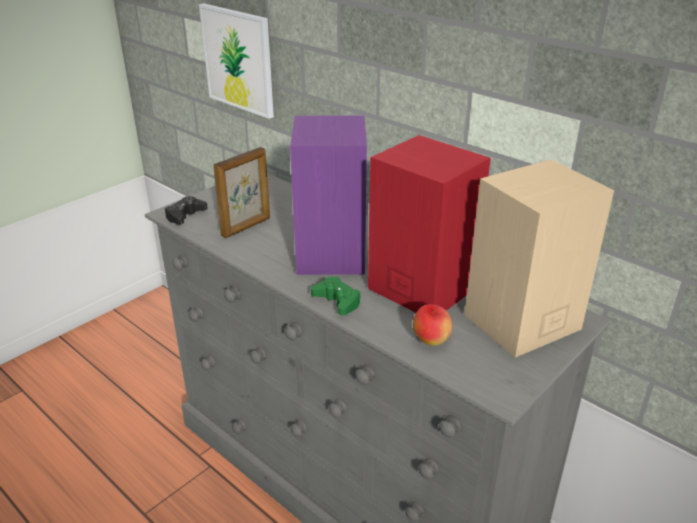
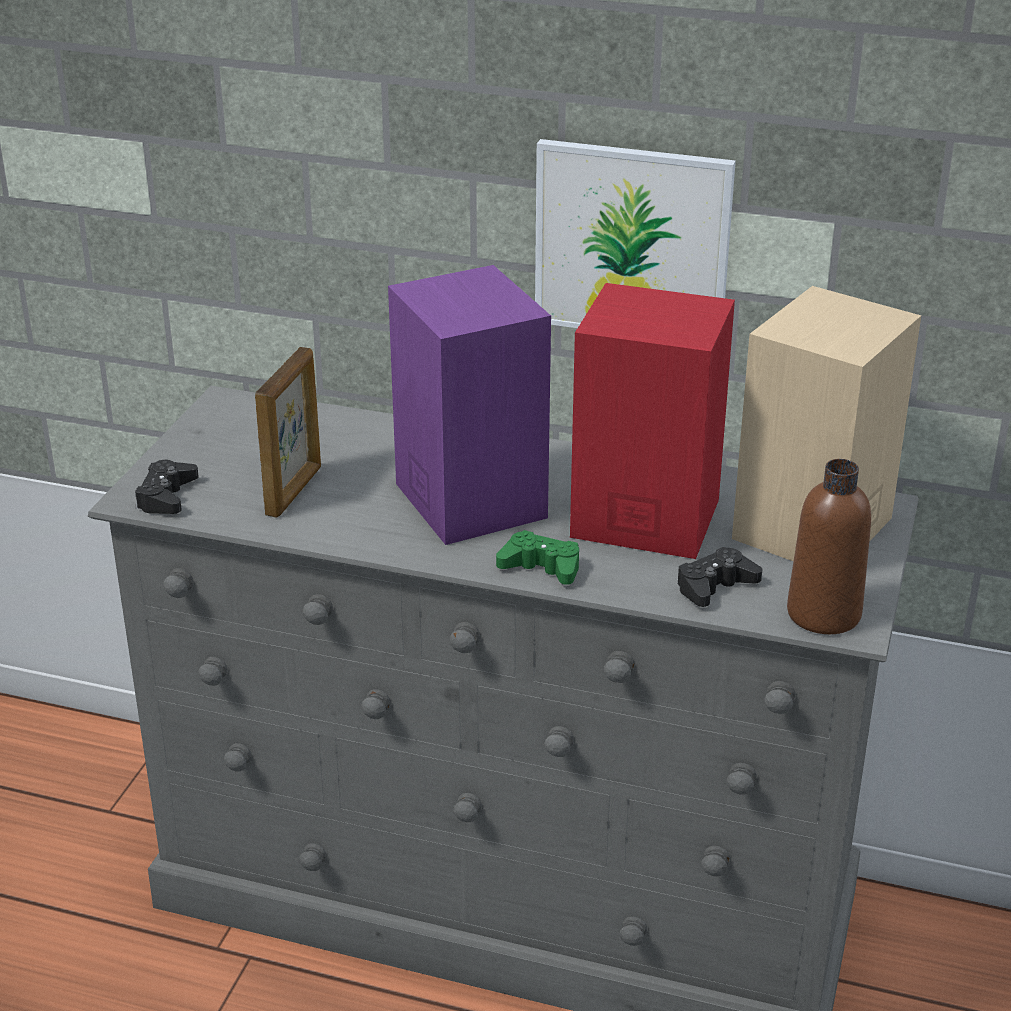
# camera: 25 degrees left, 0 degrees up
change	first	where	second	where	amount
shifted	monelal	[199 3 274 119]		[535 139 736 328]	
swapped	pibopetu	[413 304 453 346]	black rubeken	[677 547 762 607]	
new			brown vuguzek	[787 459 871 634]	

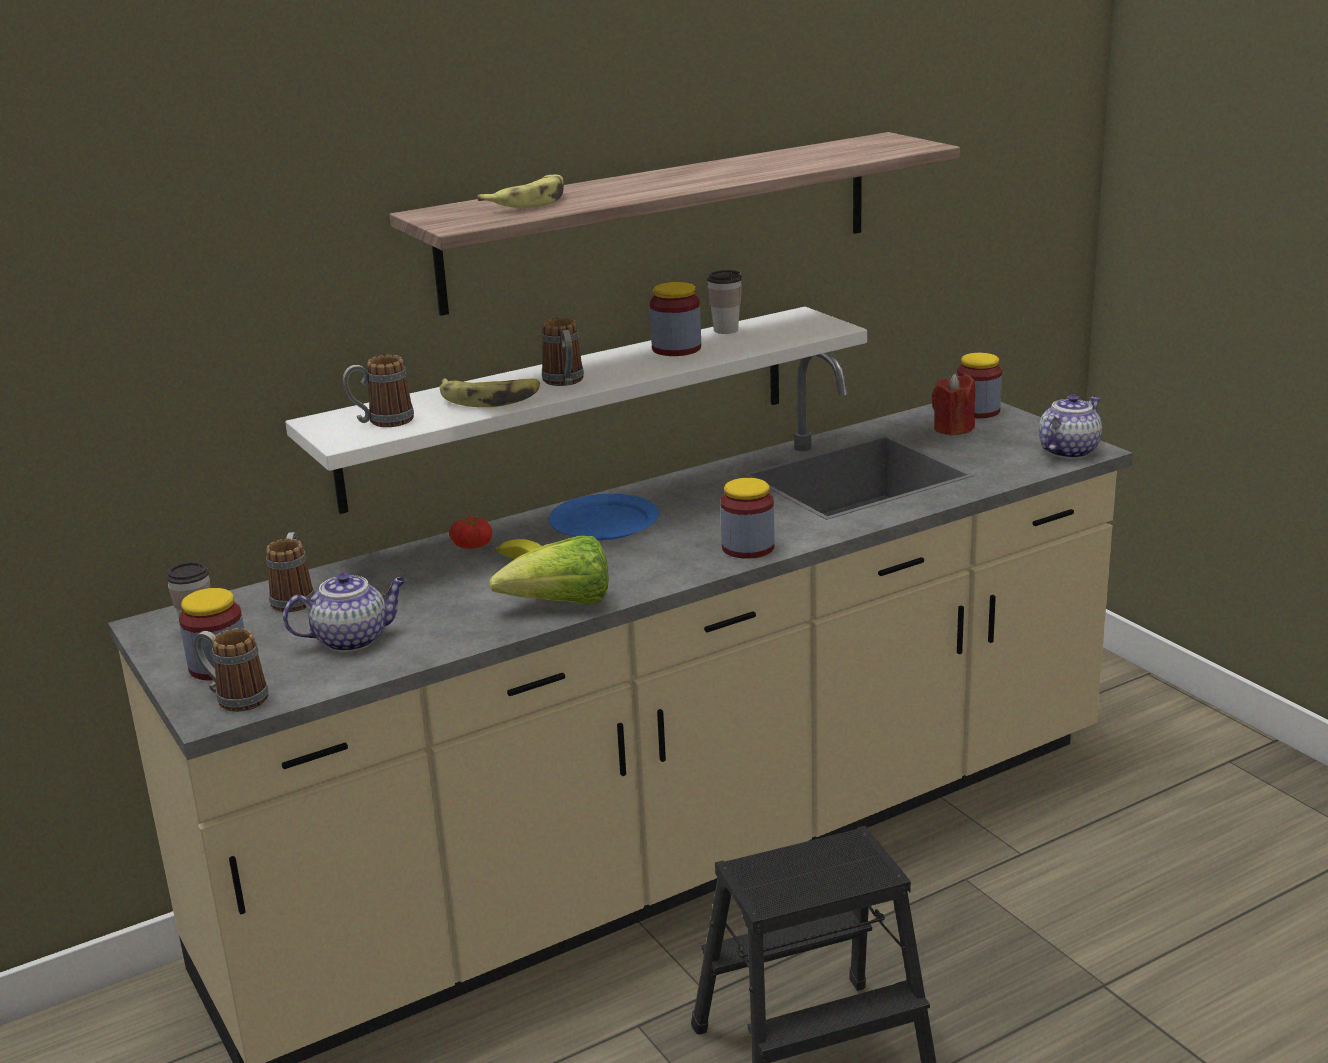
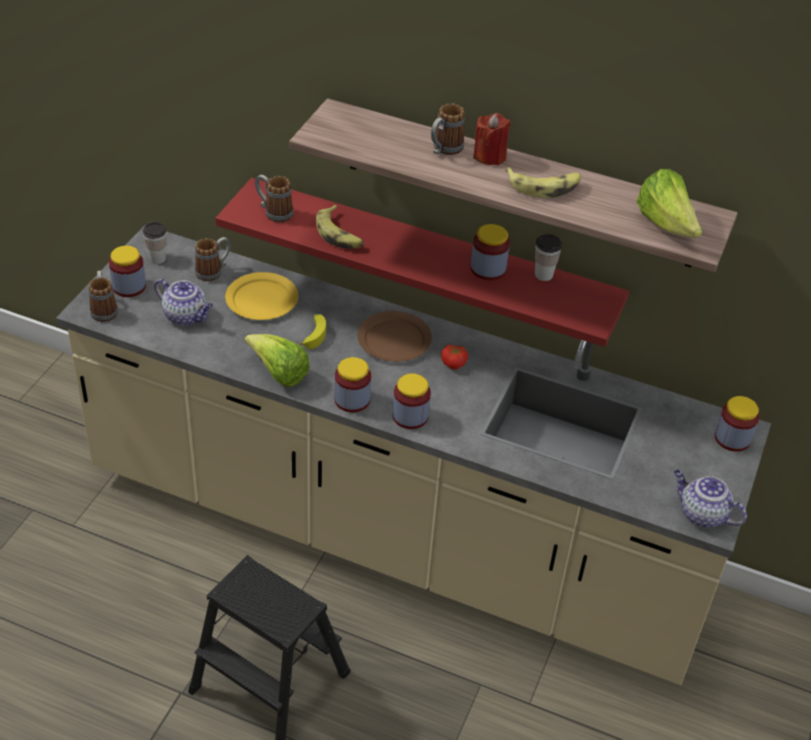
# camera: 50 degrees right, 20 degrees up
change	first	where	second	where	amount
repainted	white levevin	[285 307 867 514]	red levevin	[216 178 629 347]	
new			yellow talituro	[225 272 298 320]	
new			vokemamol	[334 357 371 412]	
repainted	blue talituro	[549 494 659 540]	brown talituro	[357 311 432 362]	
shifted	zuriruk	[542 317 584 386]		[431 103 465 155]	
shifted	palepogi	[449 516 492 549]		[441 345 468 369]	
shifted	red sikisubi	[932 374 975 435]		[473 113 511 165]	
shifted	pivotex	[477 175 564 208]		[505 167 581 198]	
new			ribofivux	[637 169 702 238]	
rotated	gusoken	[1039 394 1102 459]		[674 470 747 528]	150 degrees counterclockwise

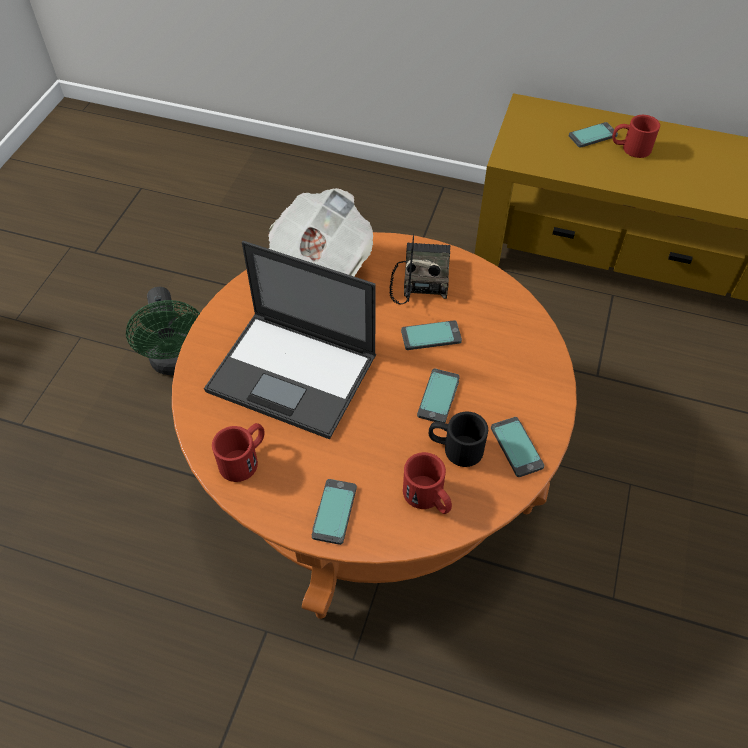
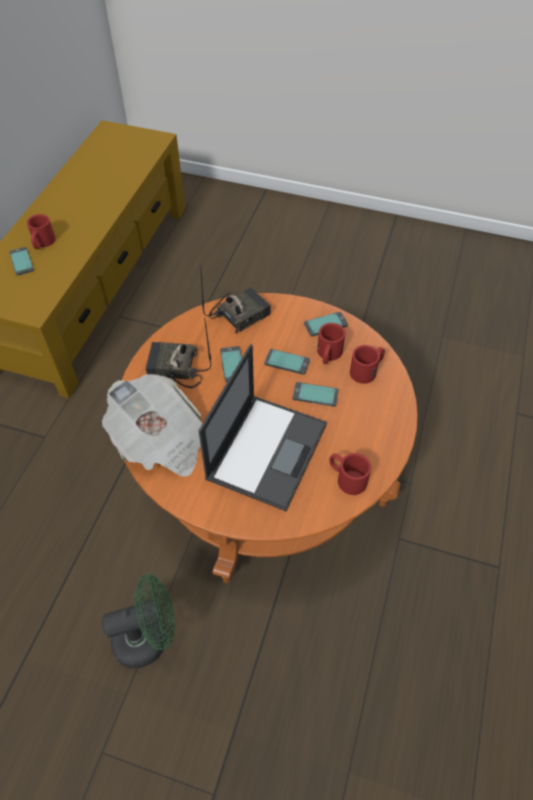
# camera: 90 degrees left, 0 degrees up
change	first	where	second	where	amount
new			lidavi	[201 269 271 334]	
shifted	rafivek	[312 479 357 545]		[292 382 339 407]	
repainted	black zuriruk	[429 411 488 467]	red zuriruk	[317 323 345 364]	

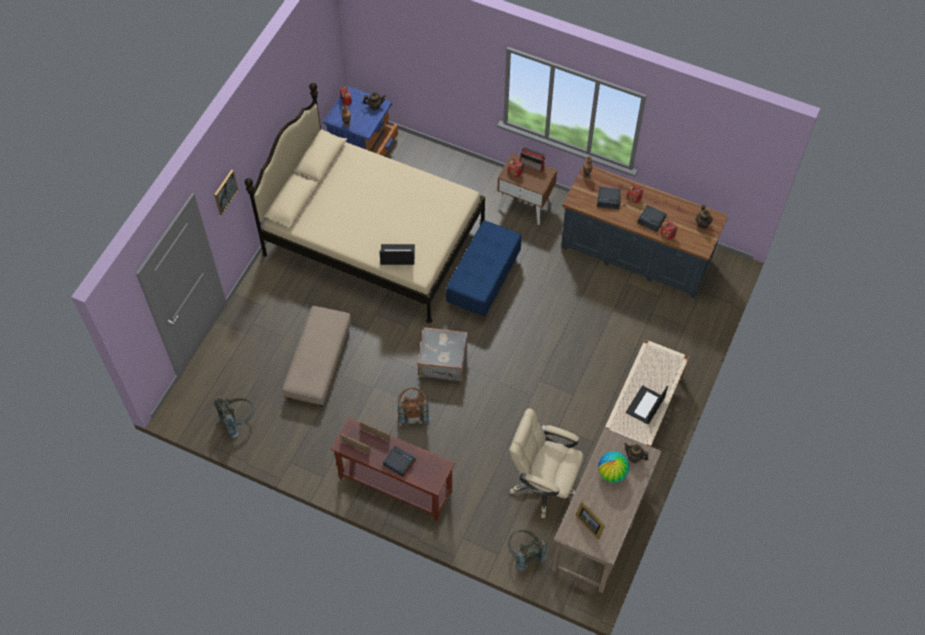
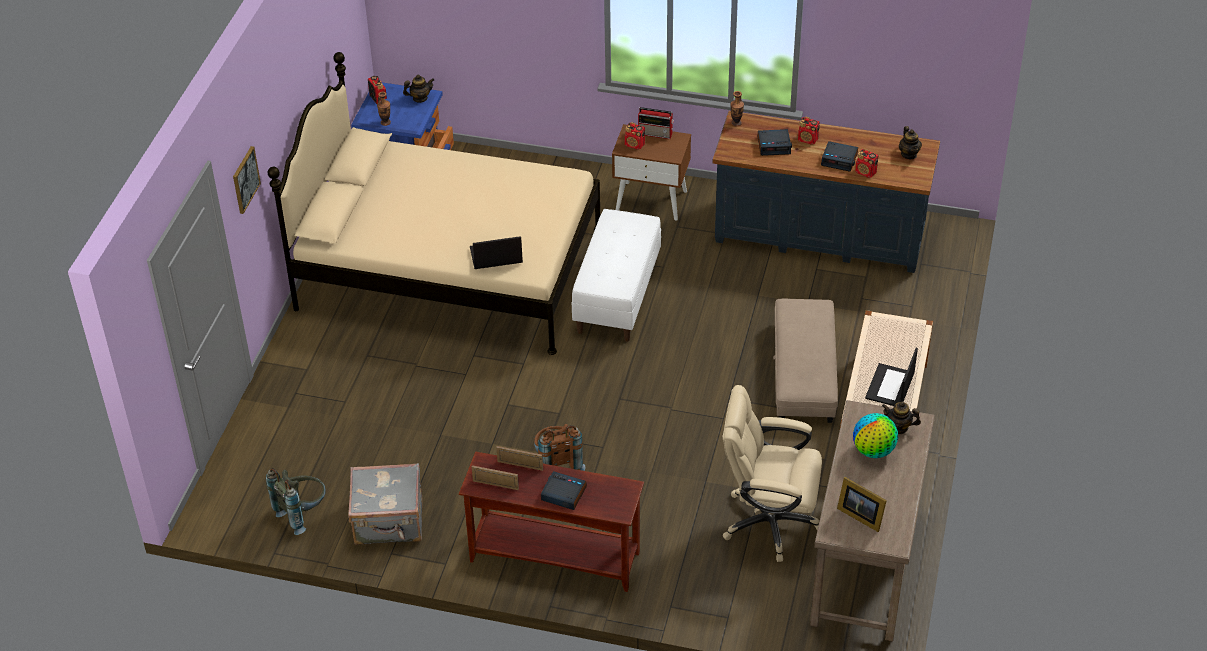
# camera: 10 degrees left, 15 degrees down
change	first	where	second	where	amount
shifted	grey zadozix	[418 327 468 382]		[348 463 422 545]	
repainted	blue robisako	[446 220 521 321]	white robisako	[571 209 661 342]	
shifted	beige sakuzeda	[283 306 351 407]		[773 299 838 423]	
gone	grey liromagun	[508 530 546 572]			

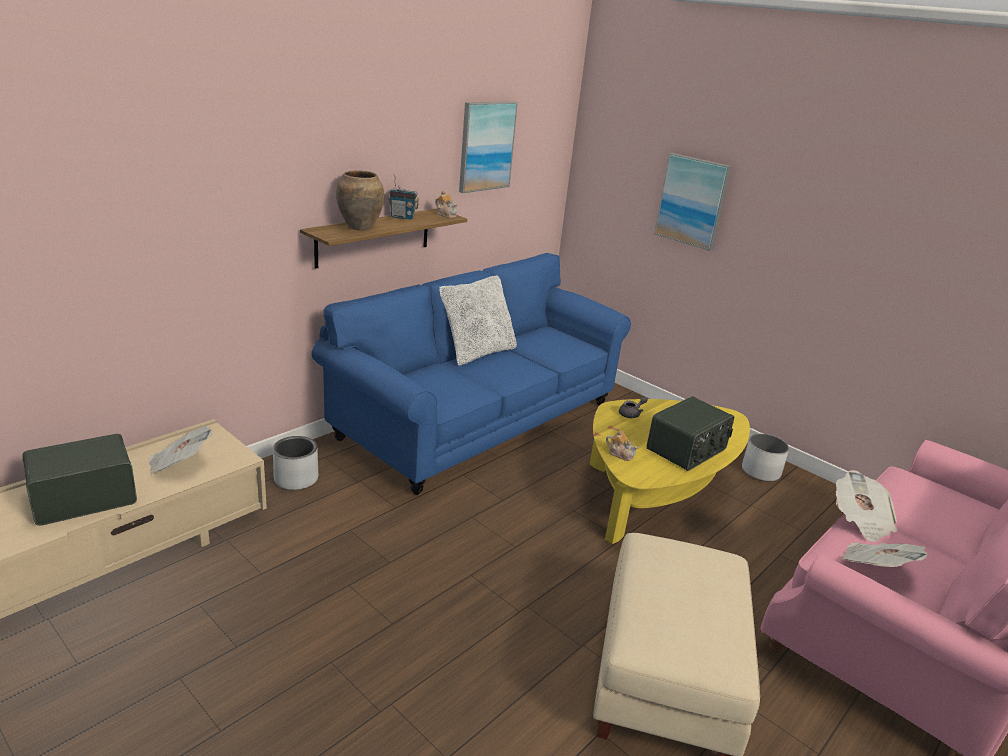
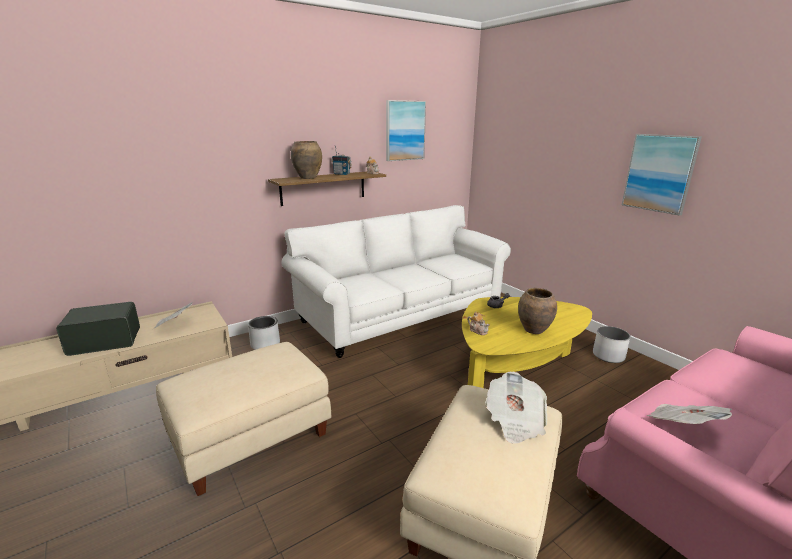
# camera: 15 degrees right, 5 degrees down
change	first	where	second	where	amount
new			beige sakuzeda	[156 342 331 496]	
repainted	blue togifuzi	[312 253 631 495]	white togifuzi	[281 205 511 358]	
shifted	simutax	[836 470 898 542]		[485 372 547 444]	
swapped	lidavi	[647 396 734 471]	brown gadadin	[518 288 557 334]	
shifted	monelal	[654 153 732 251]		[622 134 702 216]	
gone	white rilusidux	[439 276 517 366]			

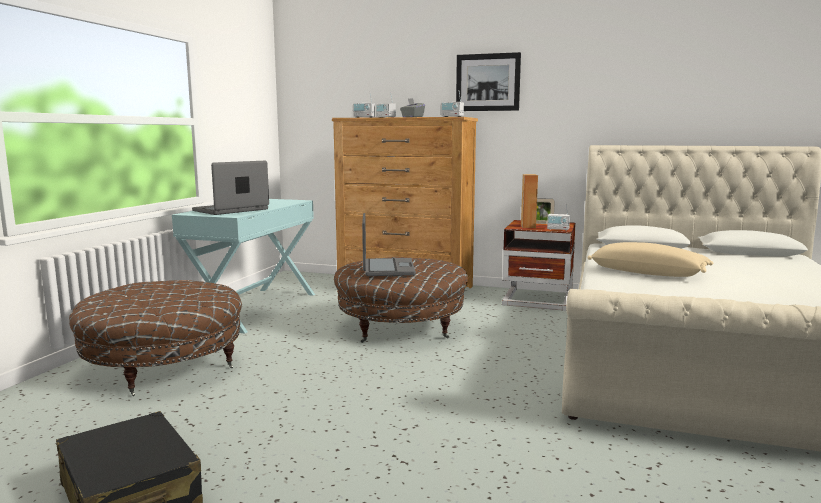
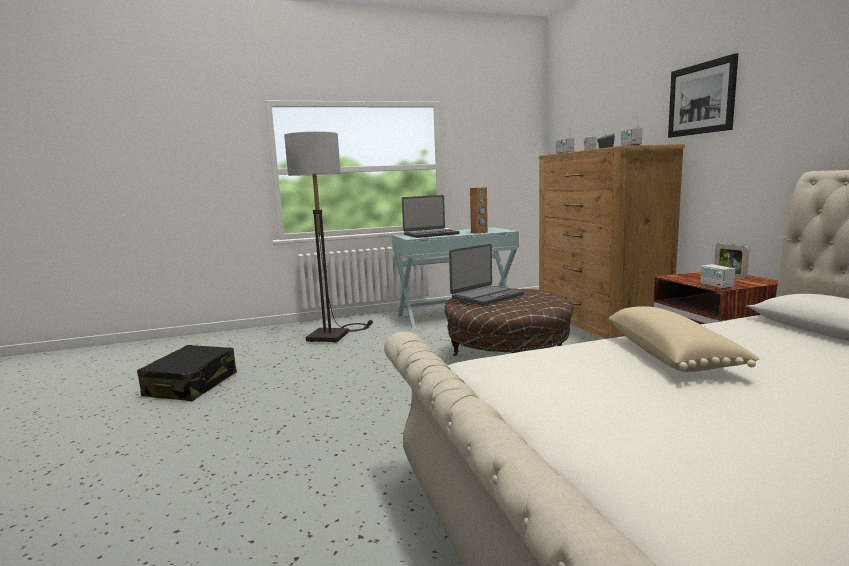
# camera: 55 degrees right, 0 degrees up
change	first	where	second	where	amount
swapped	brown sakuzeda	[69 280 242 396]	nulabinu	[284 131 373 343]	
rotated	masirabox	[192 161 269 215]		[402 195 459 238]	150 degrees clockwise
shifted	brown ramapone	[521 174 538 228]		[470 187 488 234]	

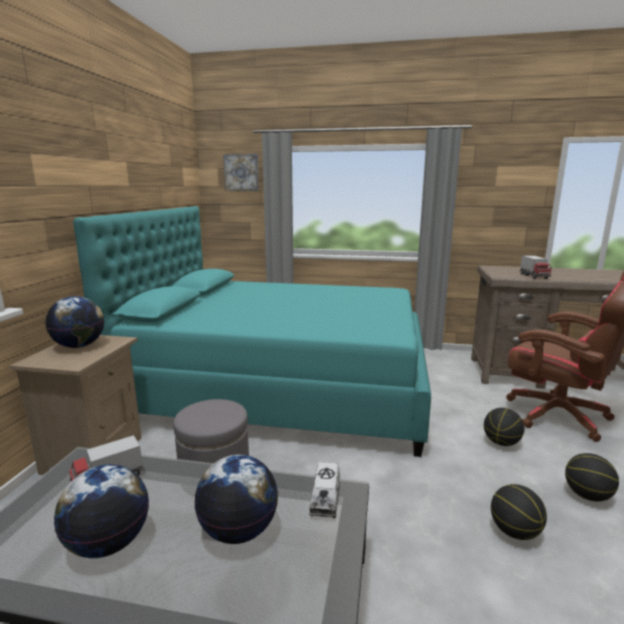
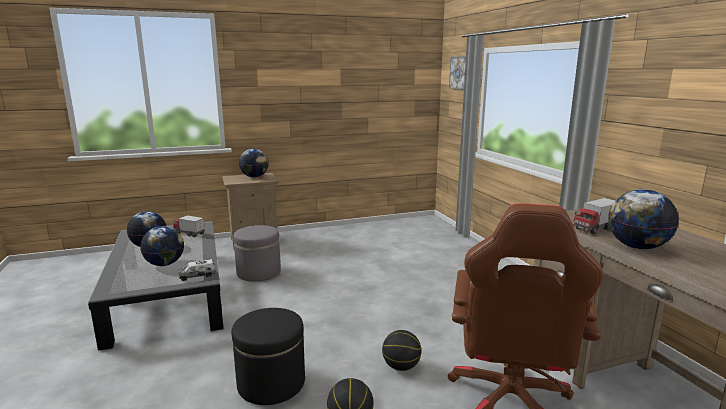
# camera: 60 degrees right, 0 degrees up
change	first	where	second	where	amount
swapped	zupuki	[491 484 547 540]	black sakuzeda	[232 308 305 405]	
new			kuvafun	[608 189 679 249]	
gone	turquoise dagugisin	[73 206 431 457]			

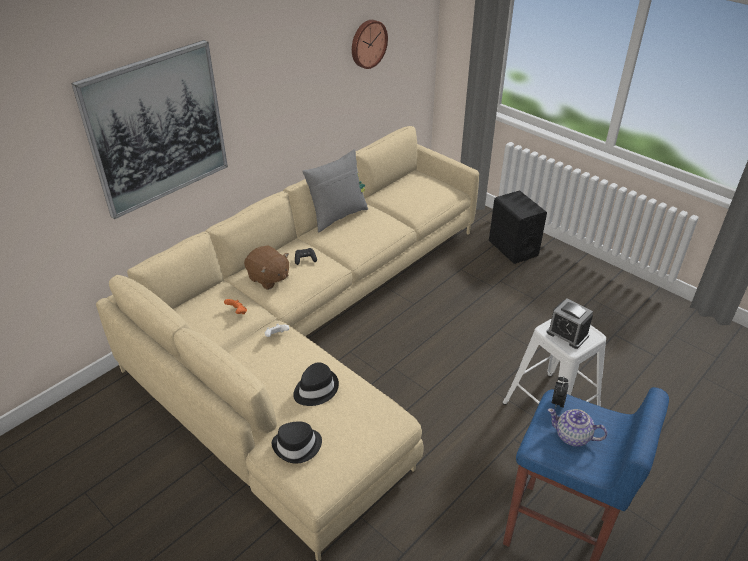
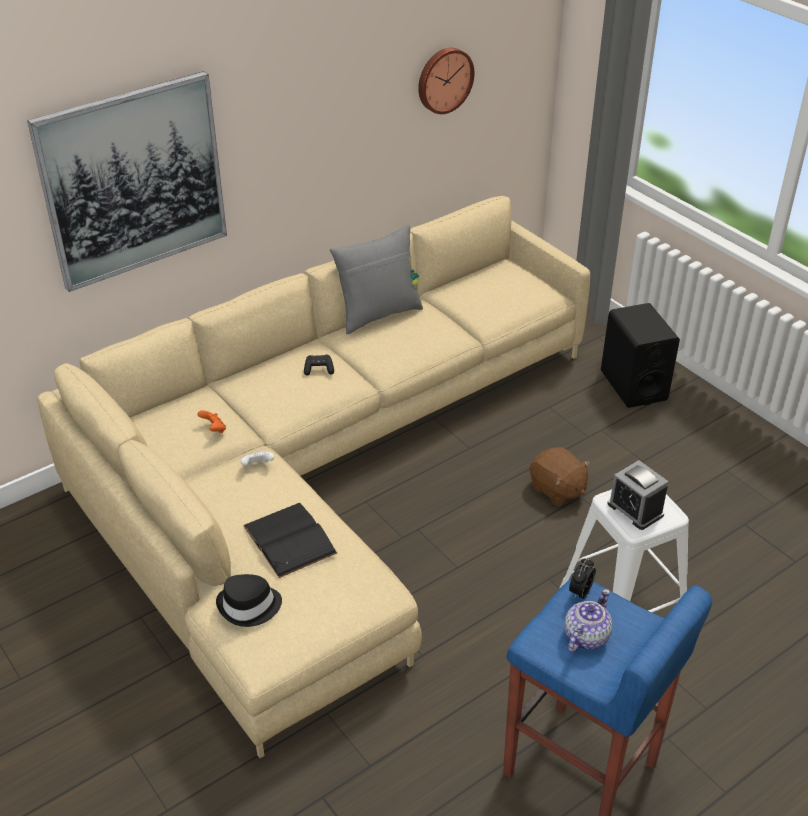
# camera: 10 degrees right, 0 degrees up
change	first	where	second	where	amount
swapped	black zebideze	[293 363 339 406]	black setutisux	[244 503 337 578]	
shifted	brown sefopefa	[244 245 289 290]		[530 447 590 506]	
rotated	gusoken	[548 408 607 446]		[564 589 613 653]	90 degrees clockwise

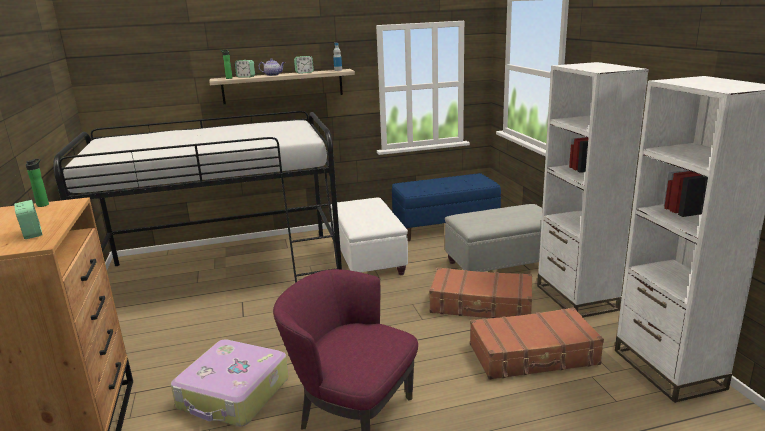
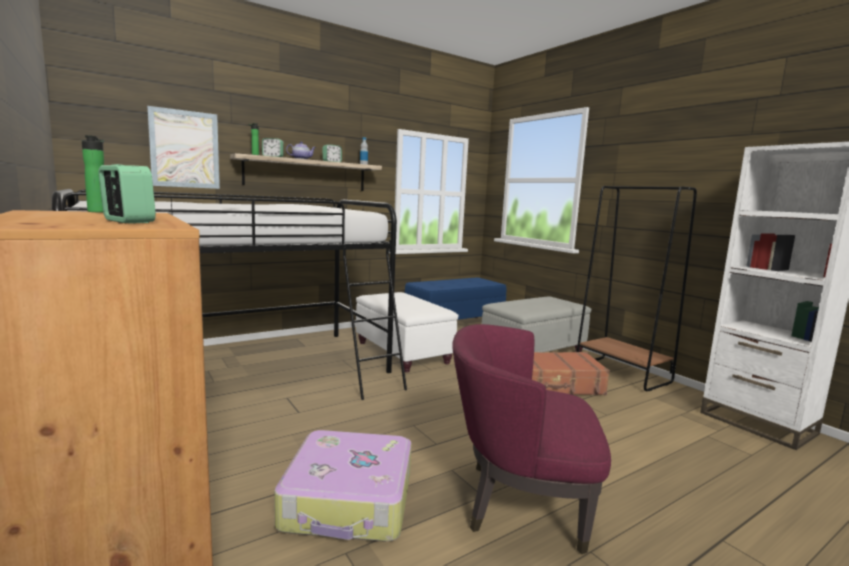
# camera: 20 degrees left, 10 degrees down
change	first	where	second	where	amount
new			monelal	[147 106 220 189]	
swapped	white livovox	[537 62 649 317]	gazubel	[577 186 697 391]	
gone	brown zadozix	[470 307 604 380]			

